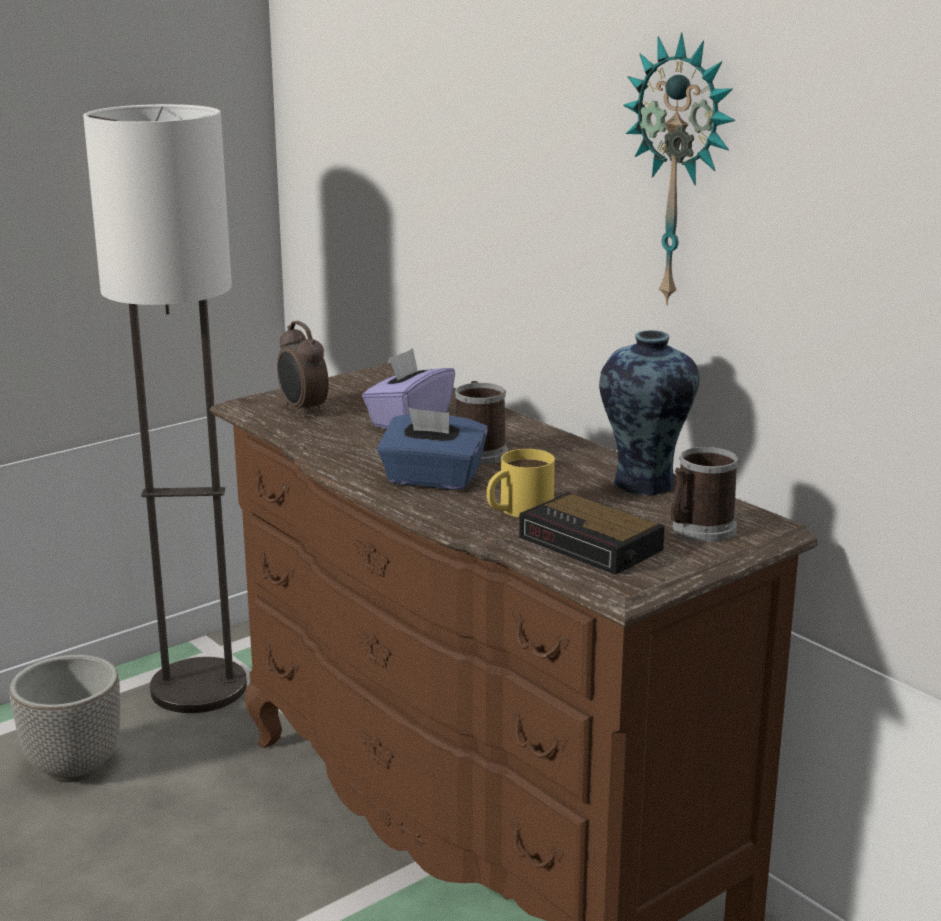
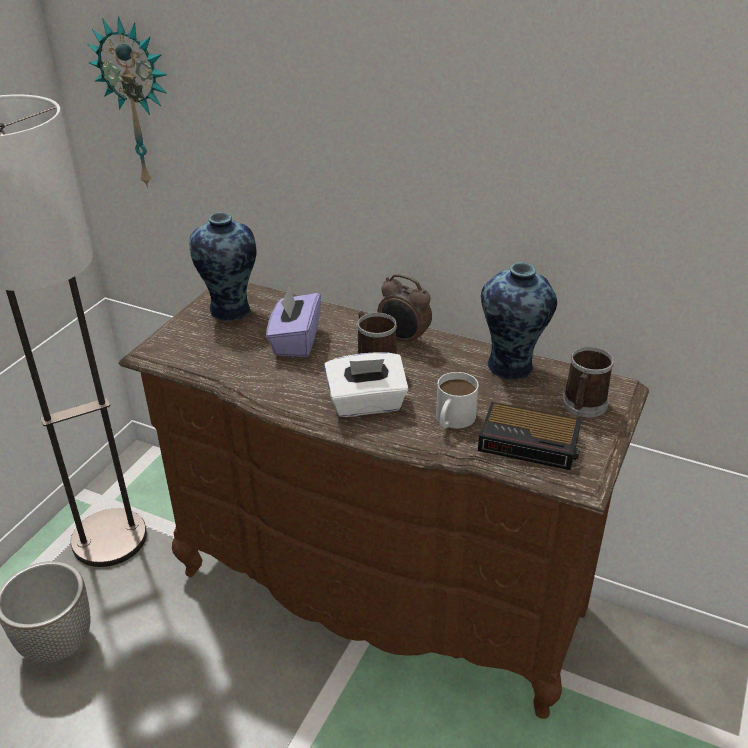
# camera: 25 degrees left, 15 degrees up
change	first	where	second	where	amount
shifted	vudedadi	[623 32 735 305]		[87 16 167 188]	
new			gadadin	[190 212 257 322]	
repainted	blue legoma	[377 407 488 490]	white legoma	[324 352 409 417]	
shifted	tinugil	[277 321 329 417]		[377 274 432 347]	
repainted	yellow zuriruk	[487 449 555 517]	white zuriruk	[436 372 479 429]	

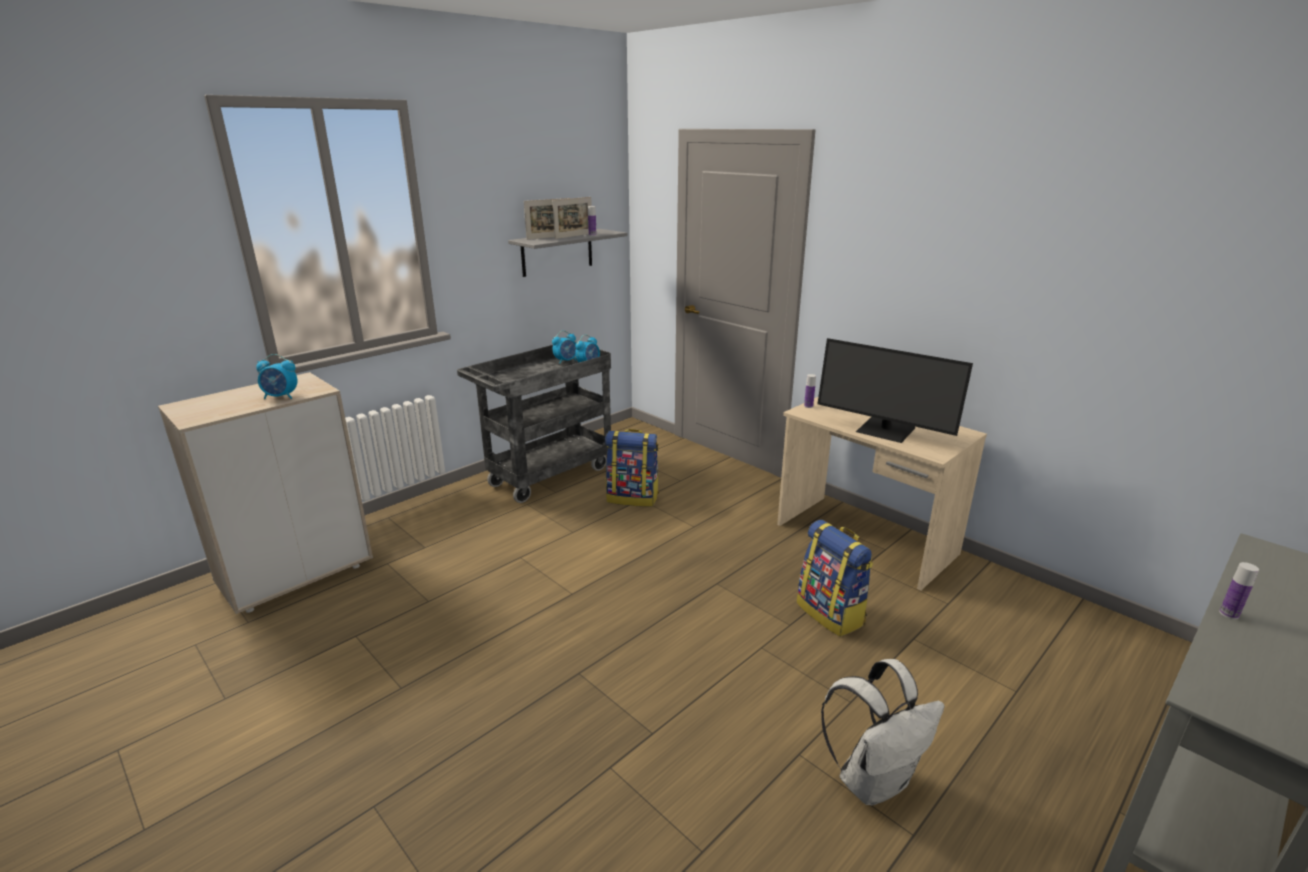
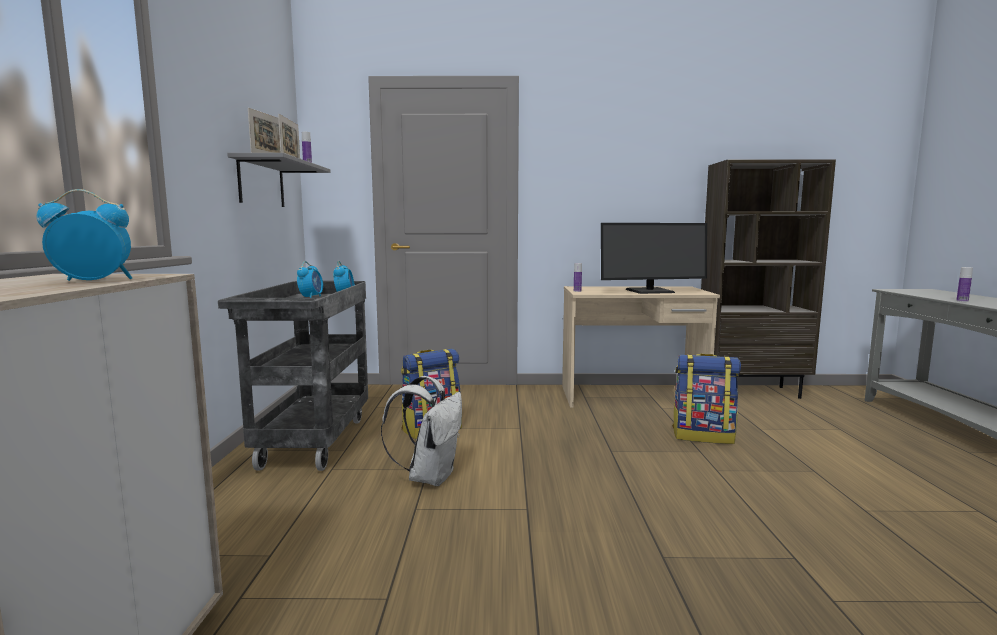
# camera: 45 degrees left, 15 degrees down
change	first	where	second	where	amount
rotated	tinugil	[256 354 297 399]		[37 189 132 281]	150 degrees counterclockwise
shifted	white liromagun	[821 659 945 805]		[381 376 462 486]	
new			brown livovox	[701 159 836 399]	

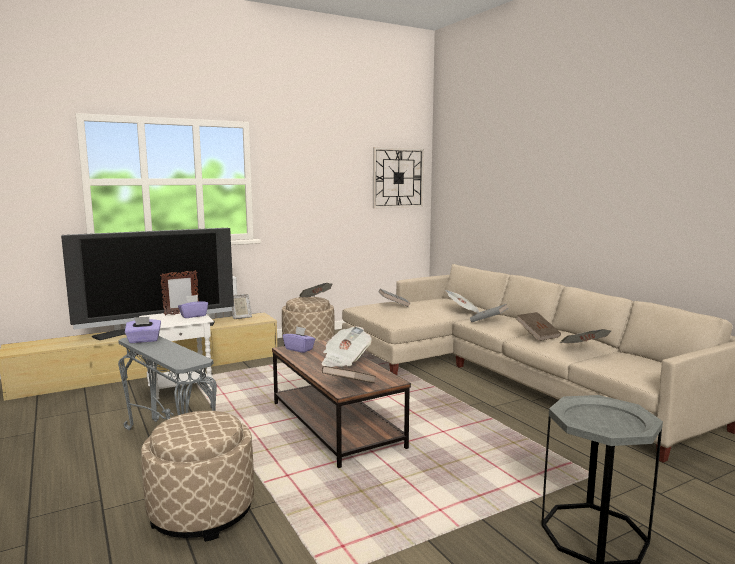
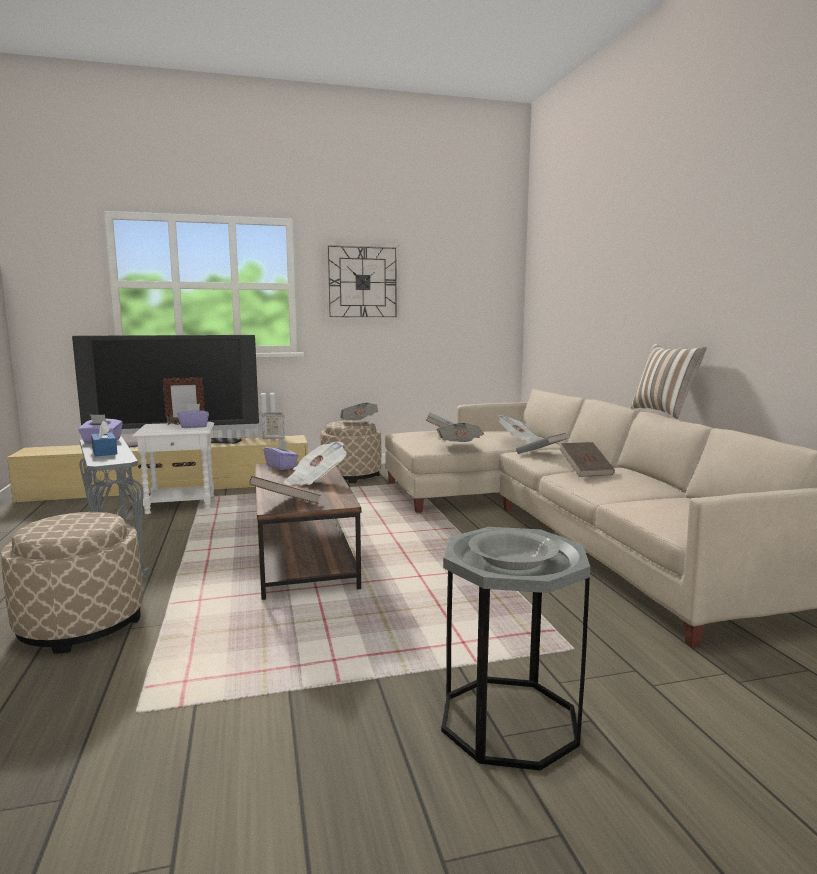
# camera: 15 degrees right, 0 degrees up
change	first	where	second	where	amount
new			blue legoma	[91 420 117 456]	
shifted	vudedadi	[373 147 424 208]		[325 243 399 320]	
shifted	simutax	[559 329 611 343]		[437 423 484 442]	
new			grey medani	[469 530 559 570]	
new			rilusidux	[631 344 707 419]	

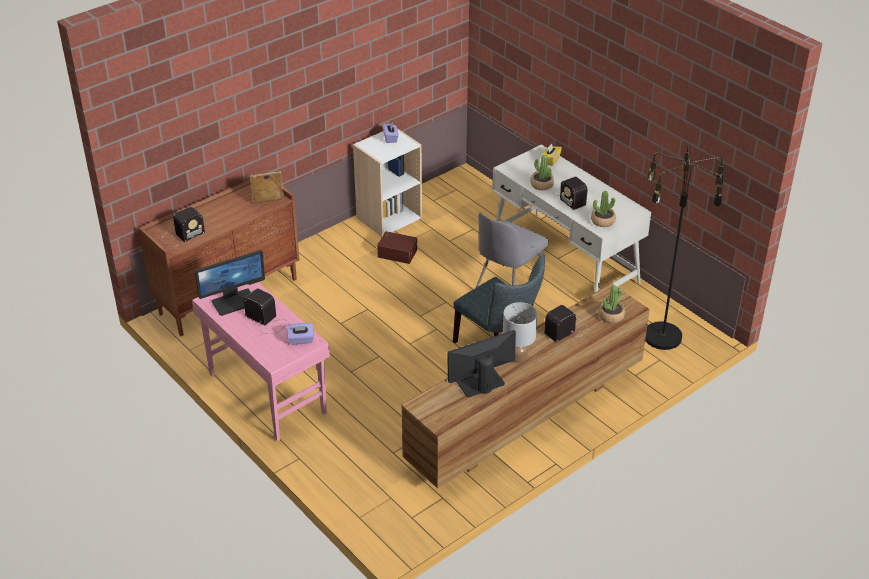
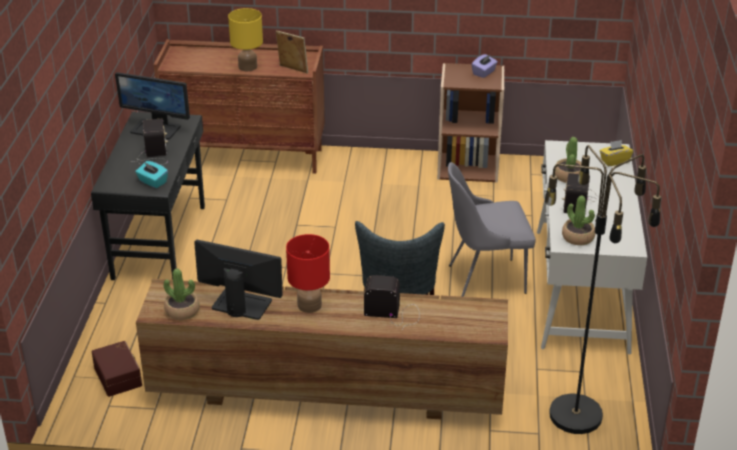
# camera: 45 degrees right, 5 degrees down
change	first	where	second	where	amount
repainted	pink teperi	[192 282 330 441]	black teperi	[91 112 205 280]	
shifted	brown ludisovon	[377 231 417 264]		[92 341 142 397]	
repainted	purple legoma	[287 323 314 345]	turquoise legoma	[135 161 168 188]	
shifted	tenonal	[598 285 625 323]		[164 269 200 320]	
new			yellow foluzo	[228 8 263 71]	
repainted	grey foluzo	[503 302 538 363]	red foluzo	[286 234 330 313]	
repainted	white livovox	[353 128 422 237]	brown livovox	[437 63 505 183]	
gone	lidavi	[162 207 205 247]			

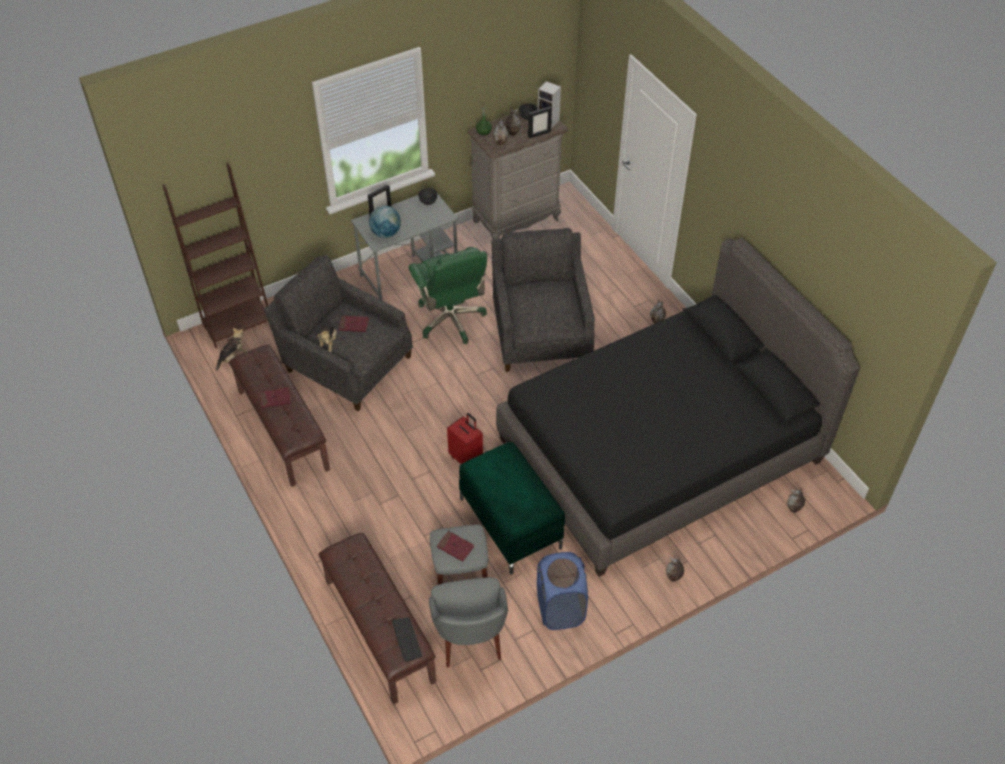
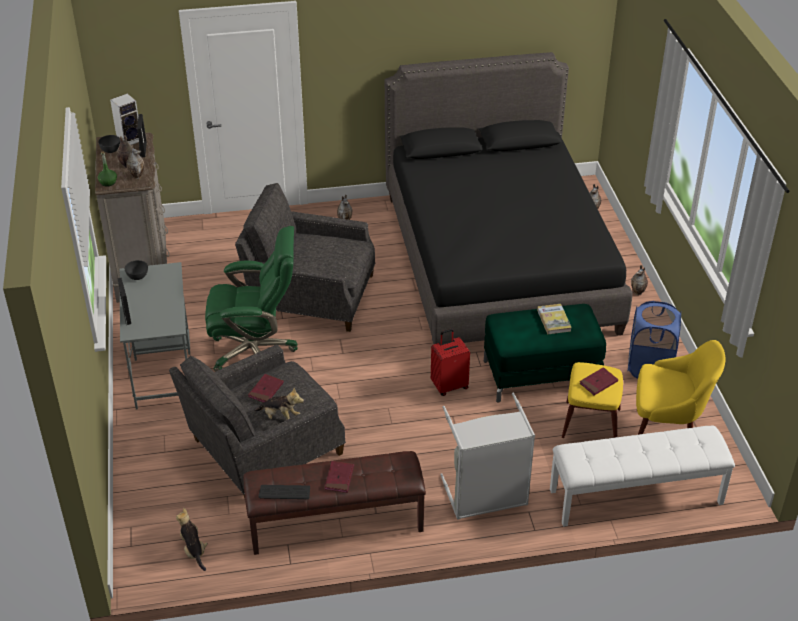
# camera: 70 degrees left, 10 degrees down
change	first	where	second	where	amount
shifted	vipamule	[392 617 422 662]		[258 485 310 499]	
new			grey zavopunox	[440 393 535 520]	
new			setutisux	[537 304 572 334]	
repainted	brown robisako	[318 533 436 705]	white robisako	[550 426 735 527]	
repainted	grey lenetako	[429 524 508 667]	yellow lenetako	[562 340 725 438]	
gone	brown livovox	[162 162 268 348]			
gone	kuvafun	[369 206 401 238]			

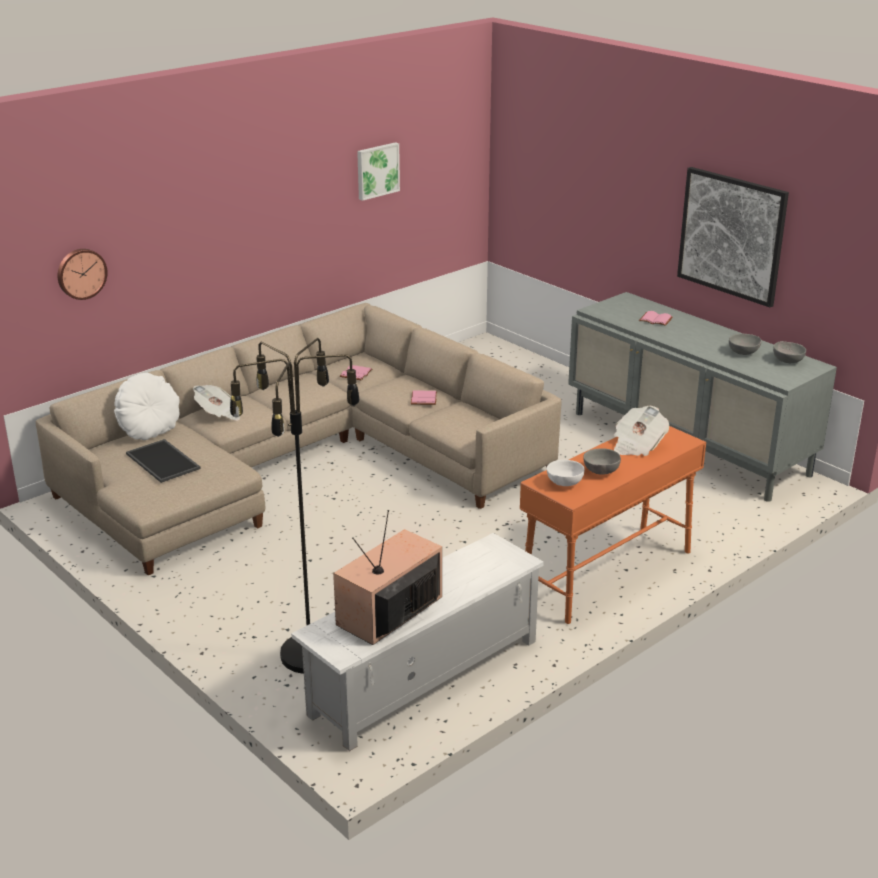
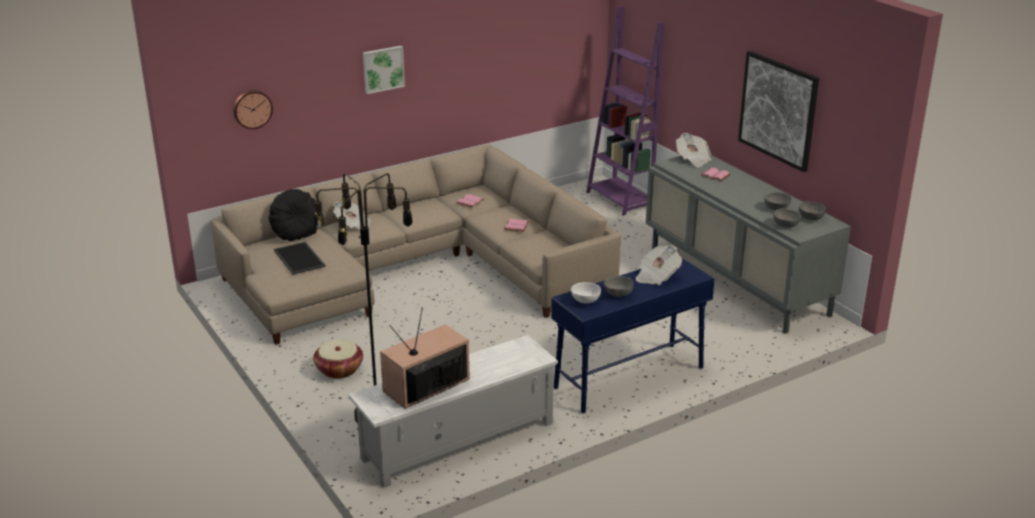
# camera: 10 degrees right, 0 degrees up
change	first	where	second	where	amount
repainted	white rilusidux	[114 373 179 440]	black rilusidux	[269 189 318 241]	
new			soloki	[313 340 363 379]	
shifted	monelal	[357 142 400 201]		[363 46 405 94]	
repainted	orange teperi	[520 426 706 624]	blue teperi	[551 258 715 413]	
new			purple livovox	[586 6 664 216]	
new			simutax	[676 133 712 167]	
new			grey medani	[773 208 801 228]	

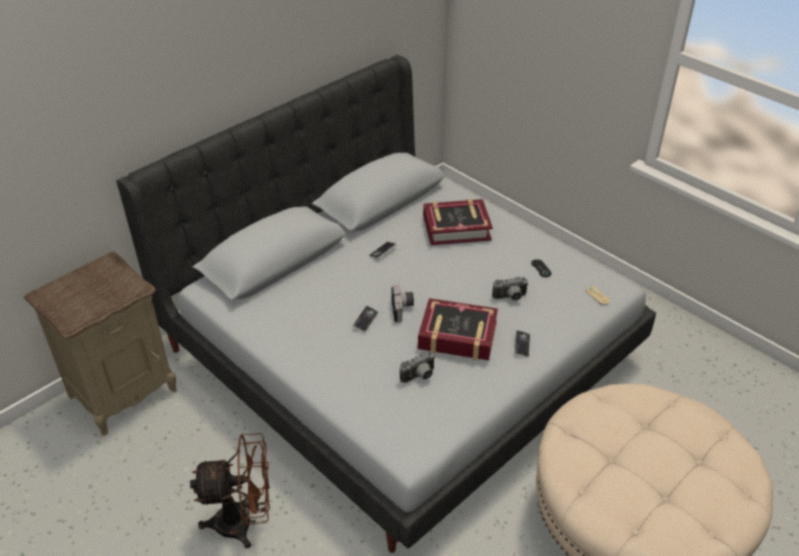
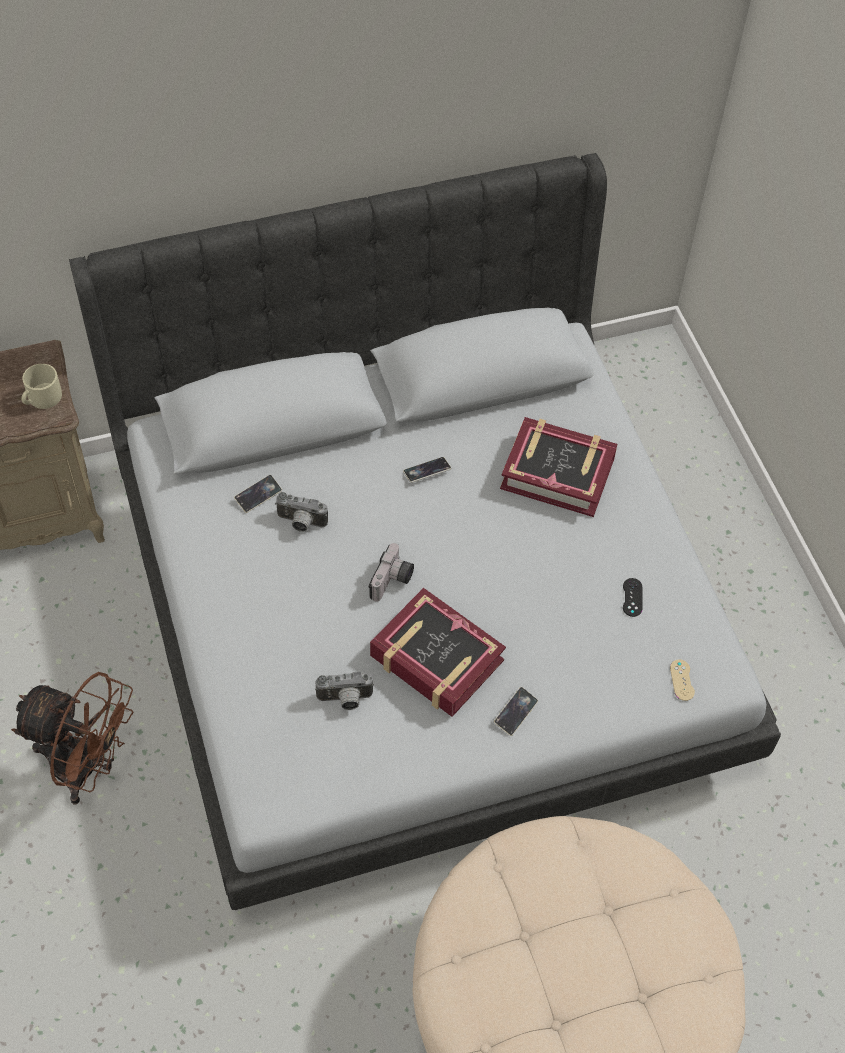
# camera: 25 degrees right, 15 degrees up
change	first	where	second	where	amount
new			beige zuriruk	[21 364 62 409]	
shifted	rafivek	[353 306 379 332]		[234 475 282 513]	
shifted	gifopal	[492 277 529 301]		[275 492 328 532]	

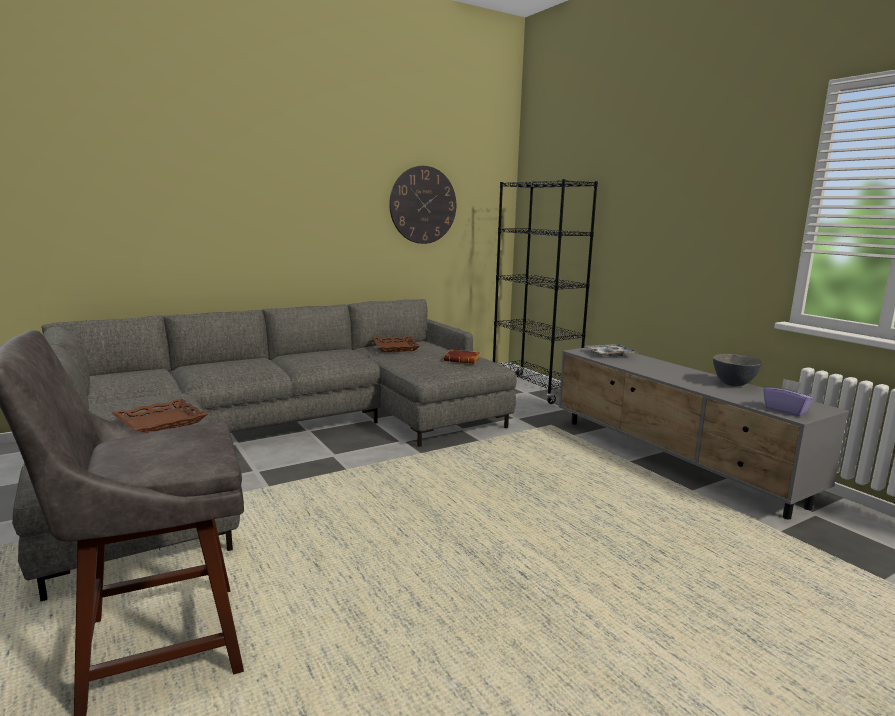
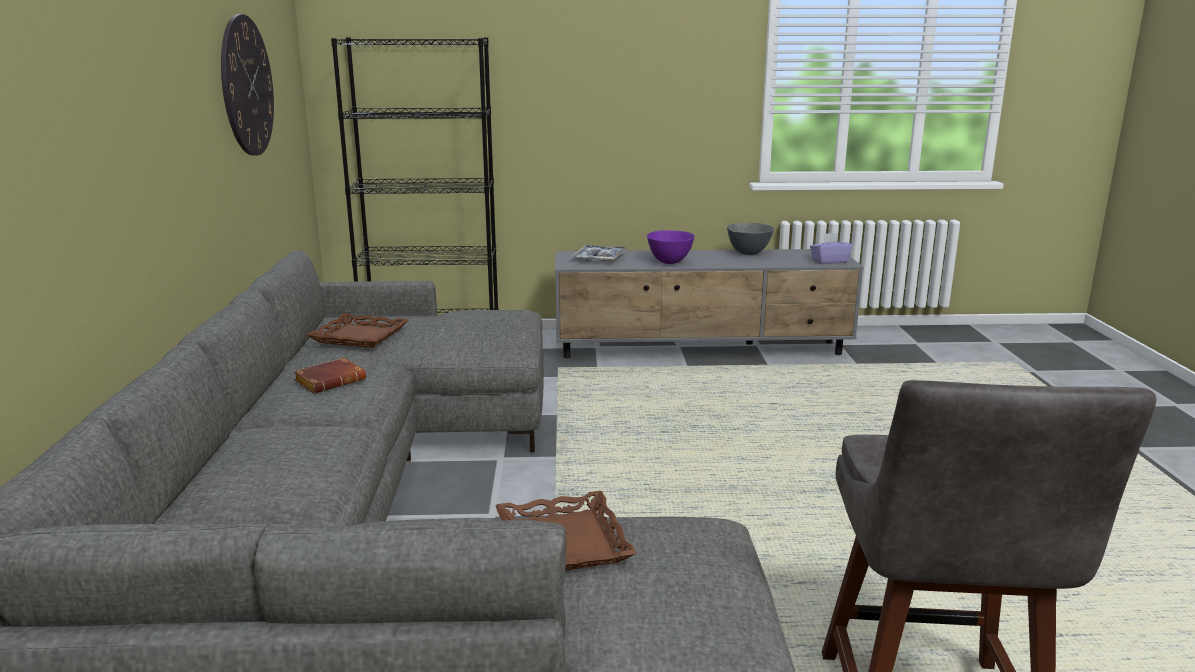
# camera: 60 degrees left, 5 degrees up
change	first	where	second	where	amount
shifted	brown setutisux	[444 350 480 364]		[293 358 366 394]	
new			purple medani	[647 230 694 264]	

